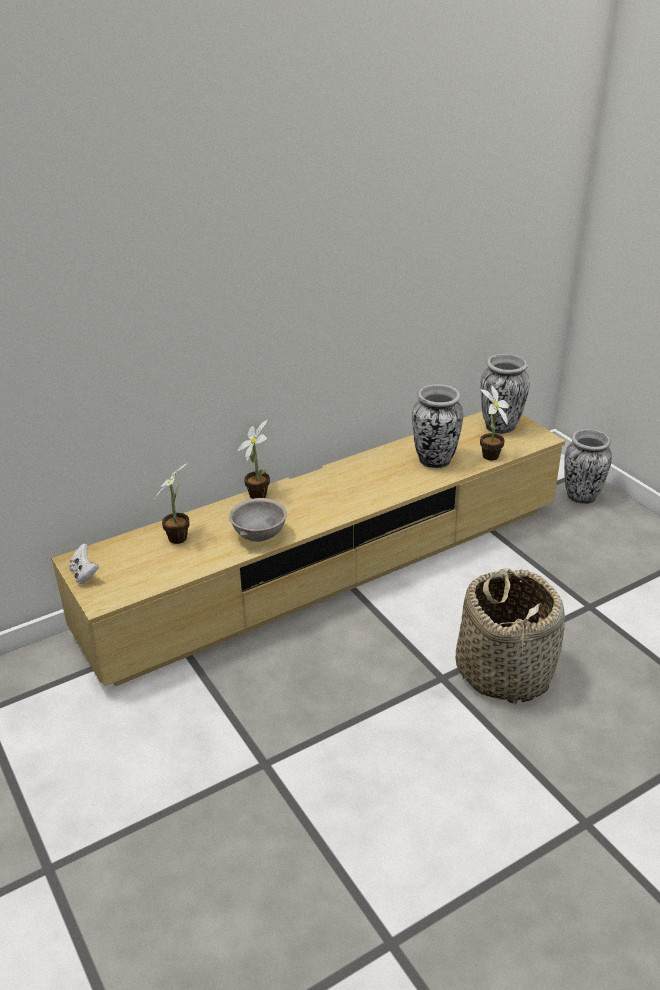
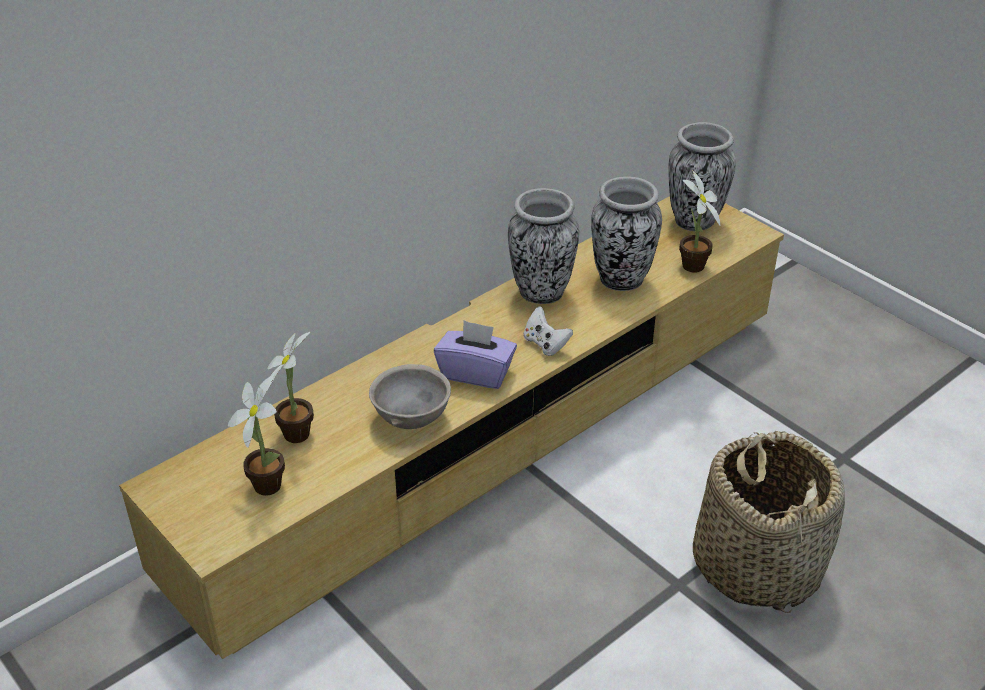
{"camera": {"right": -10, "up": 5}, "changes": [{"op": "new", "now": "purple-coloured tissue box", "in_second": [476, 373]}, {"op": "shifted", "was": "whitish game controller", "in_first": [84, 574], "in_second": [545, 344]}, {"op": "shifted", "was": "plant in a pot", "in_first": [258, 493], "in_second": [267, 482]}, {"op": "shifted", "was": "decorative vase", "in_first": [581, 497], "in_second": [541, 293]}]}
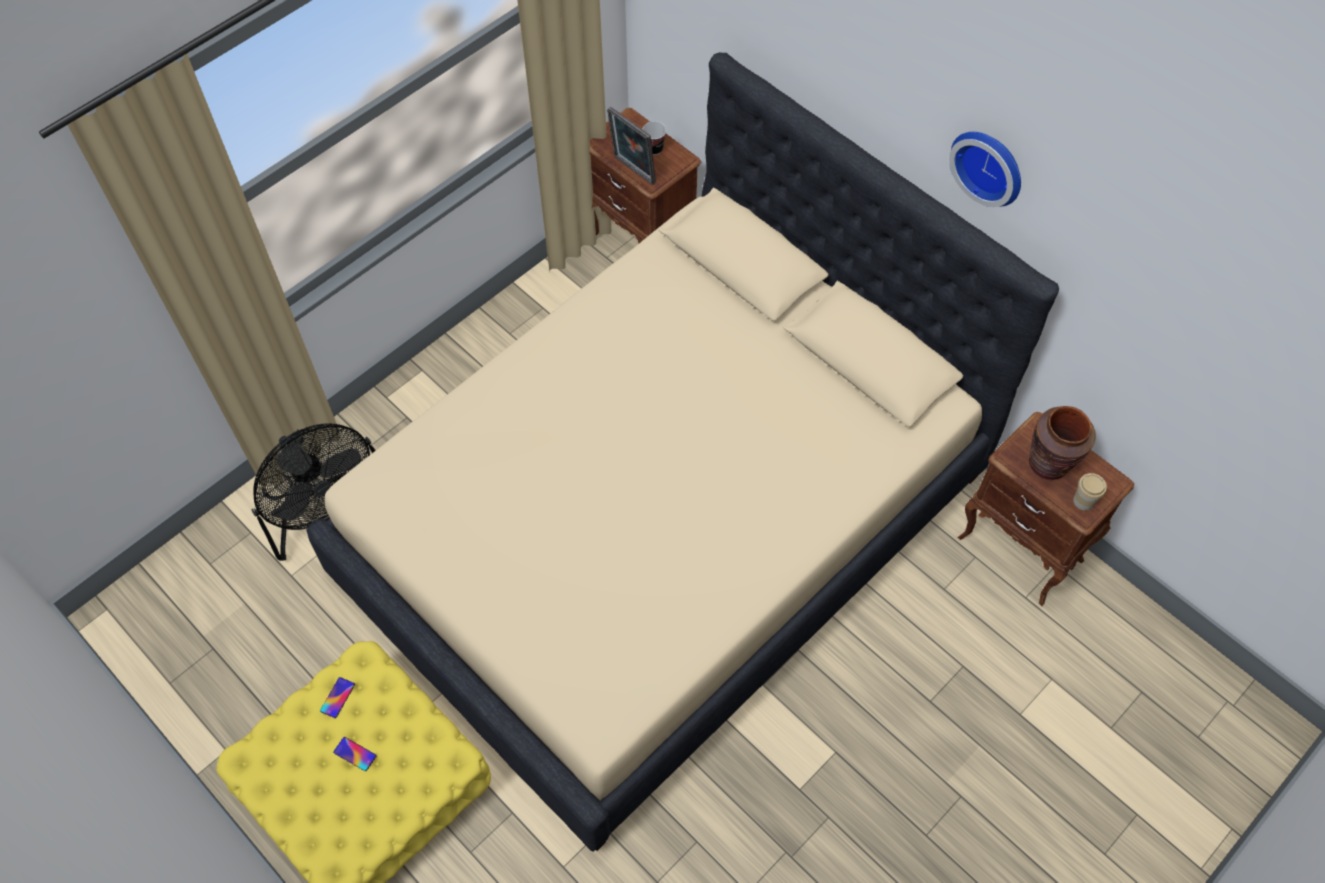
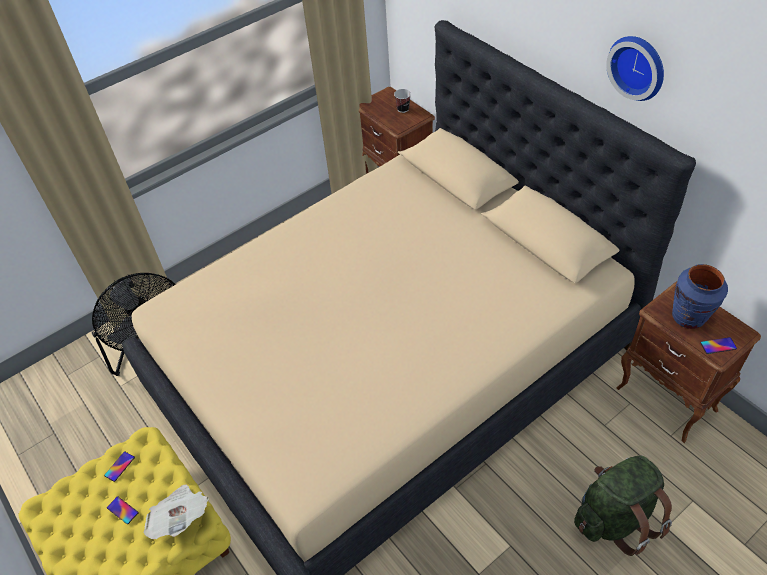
{"camera": {"right": 10, "up": -10}, "changes": [{"op": "gone", "was": "picture frame", "in_first": [632, 171]}, {"op": "new", "now": "printed paper", "in_second": [181, 518]}, {"op": "new", "now": "green-coloured backpack", "in_second": [615, 518]}, {"op": "swapped", "was": "cup", "now": "telephone", "in_first": [1083, 501], "in_second": [718, 345]}, {"op": "repainted", "was": "brown-coloured decorative vase", "now": "bluish decorative vase", "in_first": [1049, 464], "in_second": [689, 317]}]}
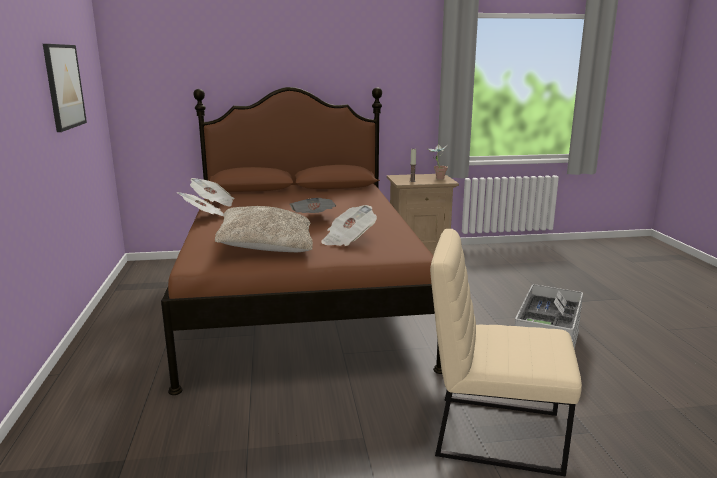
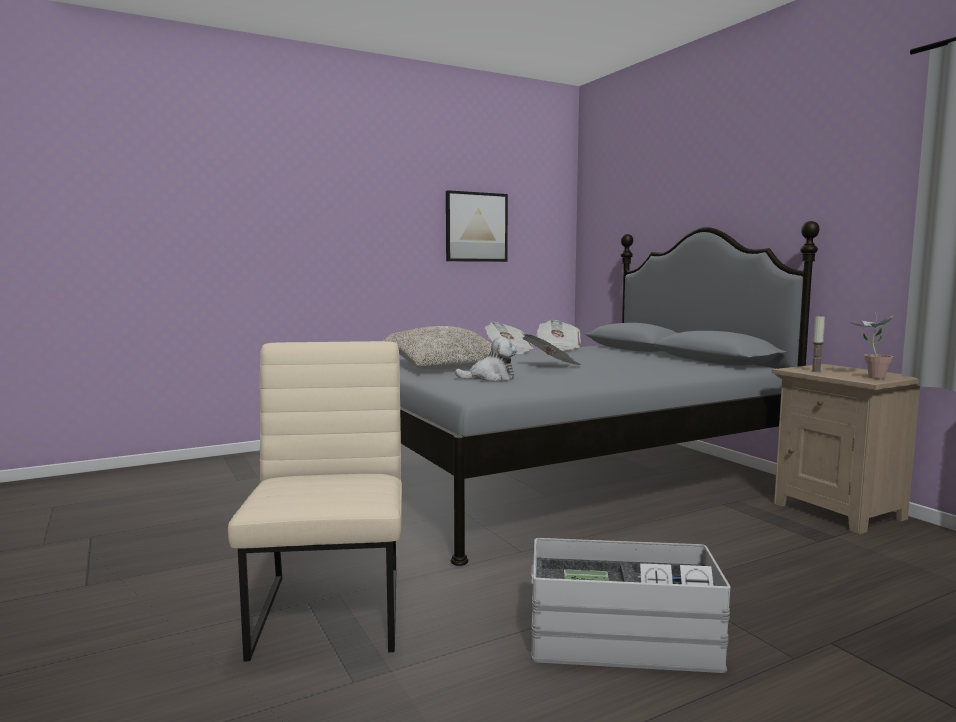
{"camera": {"right": 70, "up": -10}, "changes": [{"op": "swapped", "was": "printed paper", "now": "soft toy", "in_first": [348, 240], "in_second": [490, 378]}, {"op": "repainted", "was": "brown-coloured bed", "now": "greyish bed", "in_first": [302, 303], "in_second": [565, 478]}]}
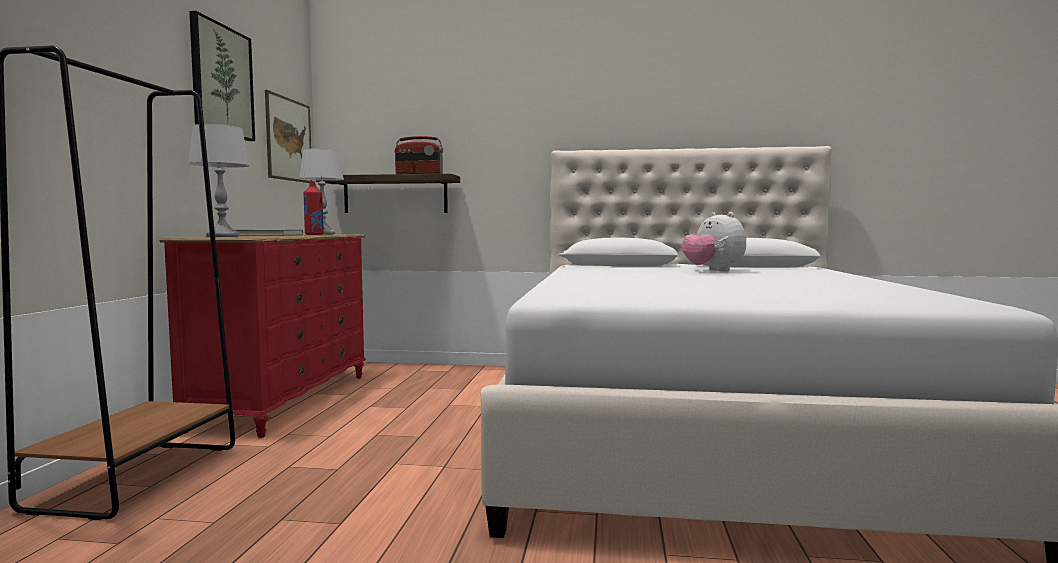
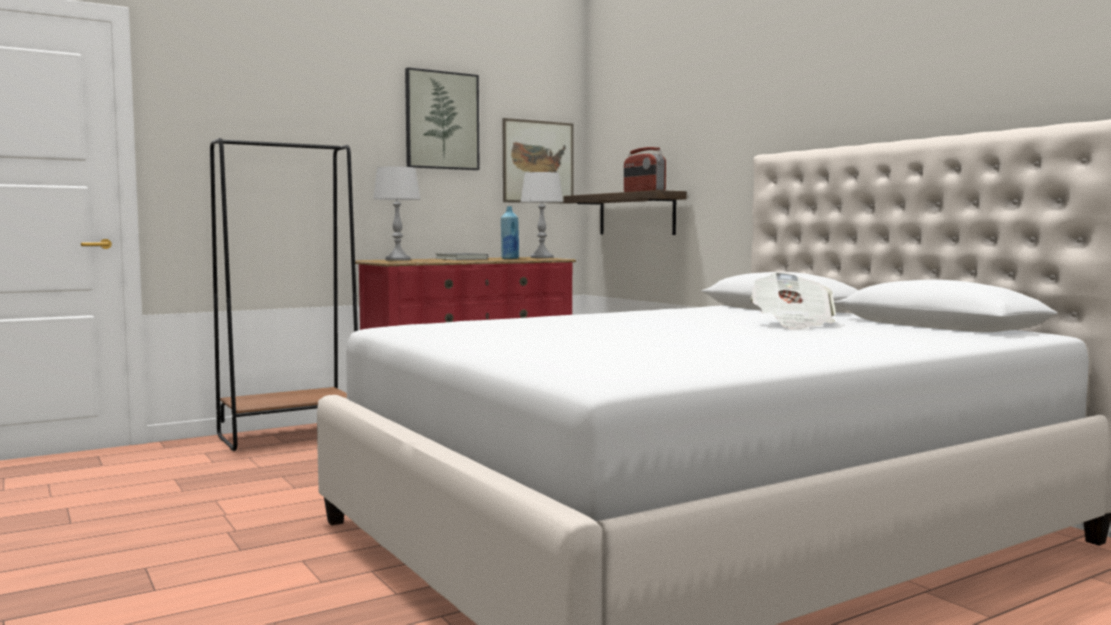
{"camera": {"right": 50, "up": 0}, "changes": [{"op": "swapped", "was": "soft toy", "now": "printed paper", "in_first": [713, 271], "in_second": [792, 324]}, {"op": "repainted", "was": "red-coloured bottle", "now": "bluish bottle", "in_first": [314, 234], "in_second": [509, 258]}]}
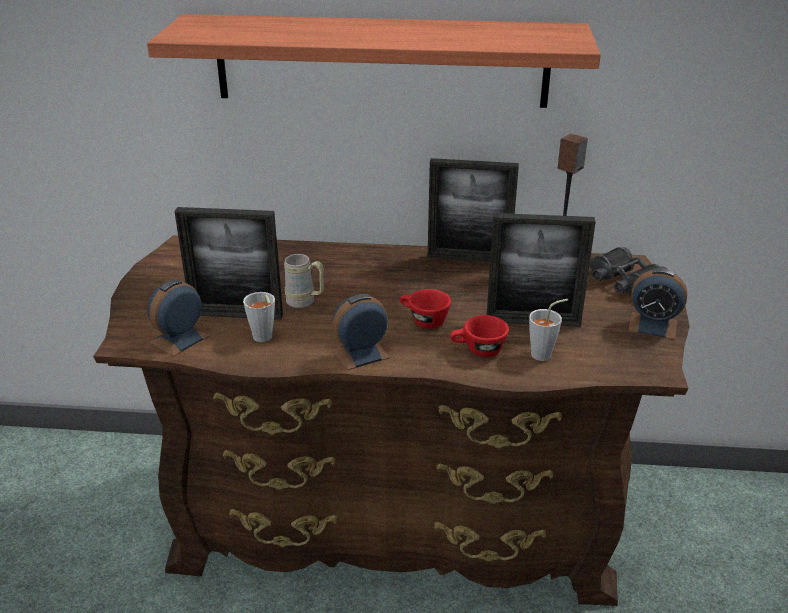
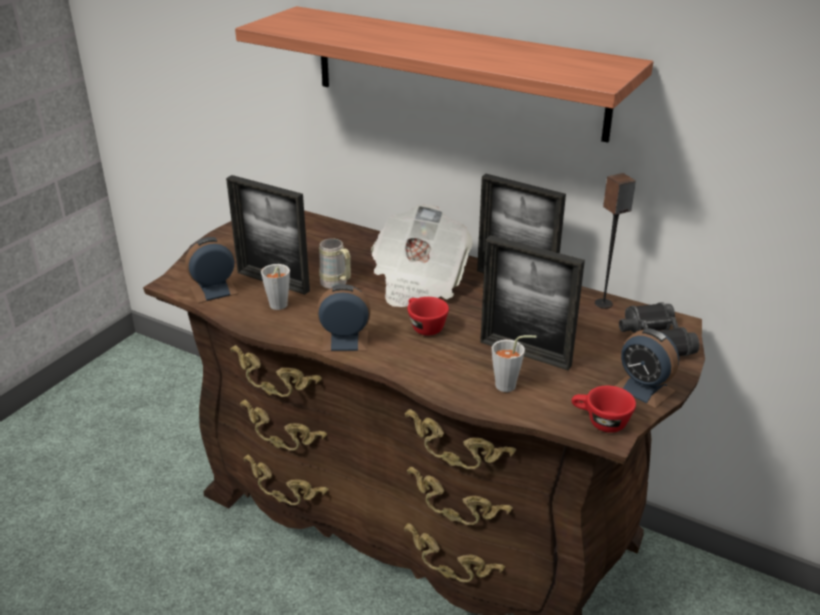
{"camera": {"right": 25, "up": 0}, "changes": [{"op": "new", "now": "printed paper", "in_second": [418, 281]}, {"op": "shifted", "was": "red-coloured cup", "in_first": [478, 350], "in_second": [600, 422]}]}
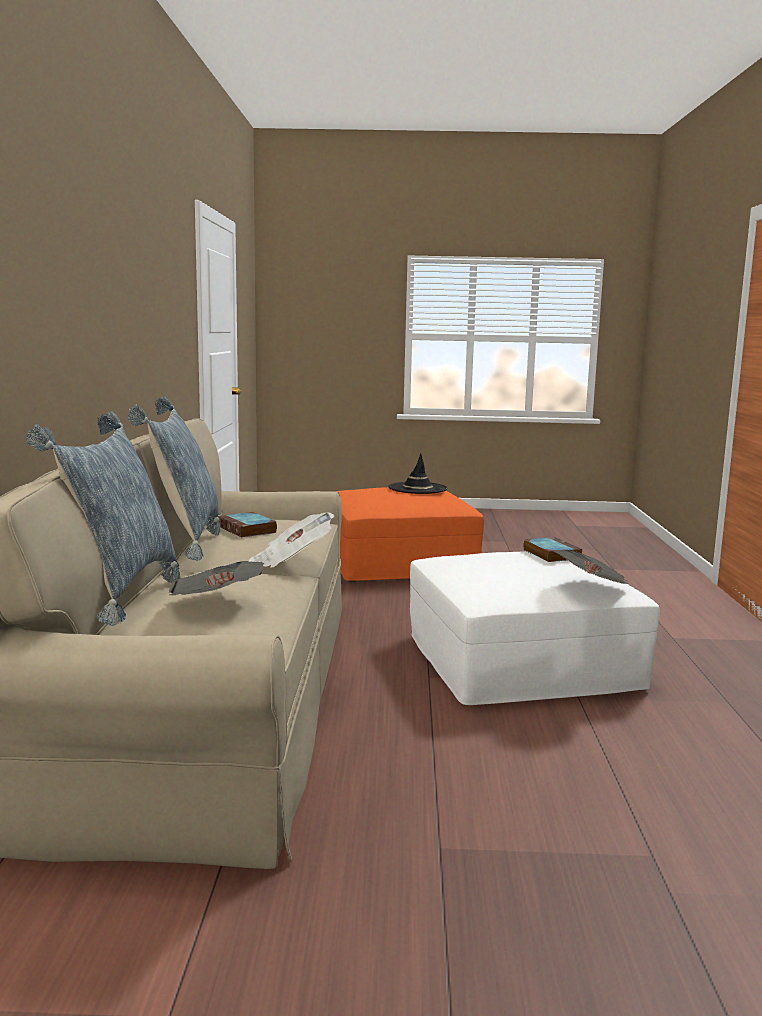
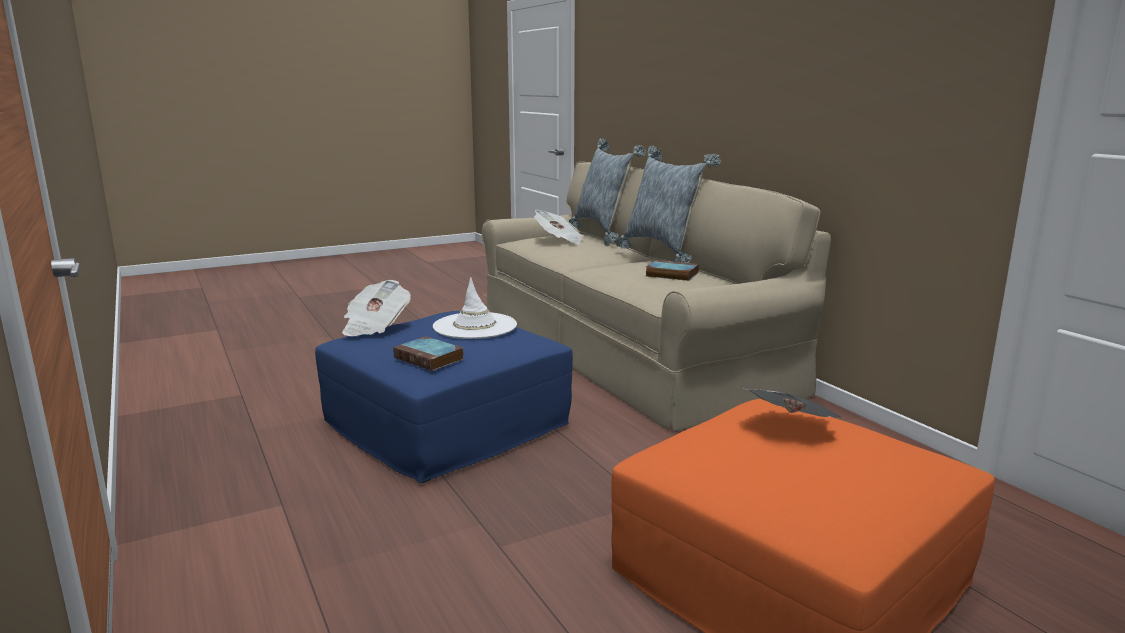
{"camera": {"right": 150, "up": 5}, "changes": [{"op": "gone", "was": "blackish hat", "in_first": [417, 488]}, {"op": "new", "now": "whitish hat", "in_second": [475, 326]}, {"op": "shifted", "was": "printed paper", "in_first": [291, 562], "in_second": [792, 428]}, {"op": "repainted", "was": "whitish ottoman", "now": "bluish ottoman", "in_first": [522, 661], "in_second": [445, 425]}]}
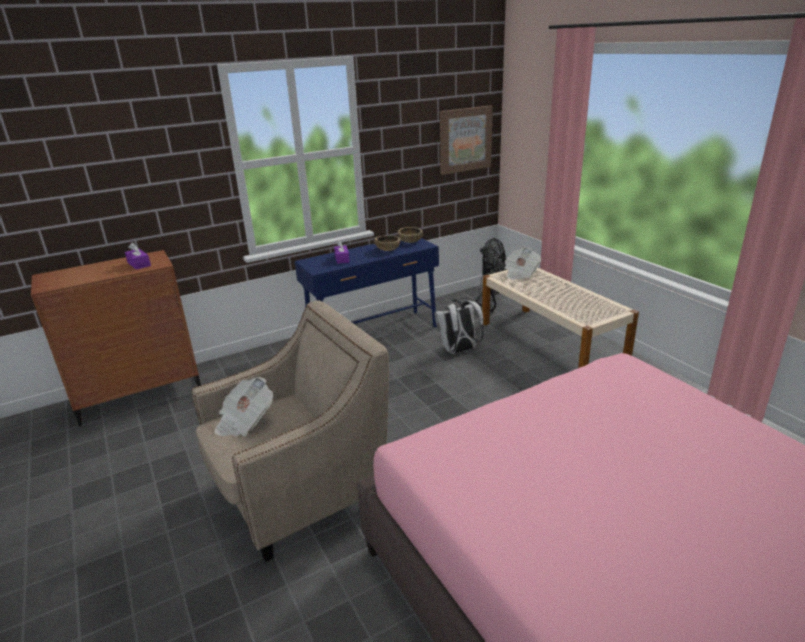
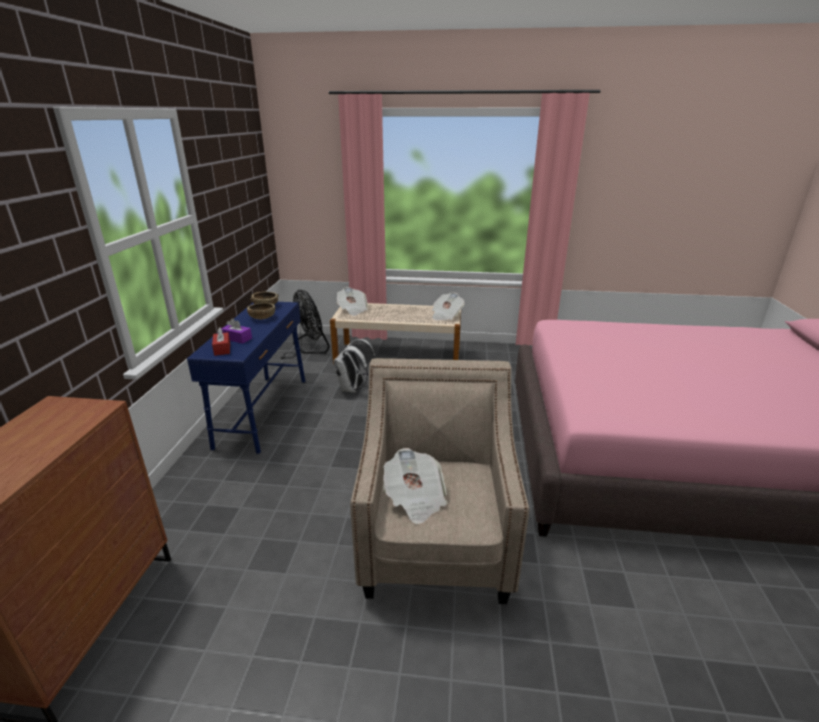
{"camera": {"right": -55, "up": 0}, "changes": [{"op": "gone", "was": "purple-coloured tissue box", "in_first": [139, 264]}, {"op": "gone", "was": "wall art", "in_first": [465, 139]}, {"op": "new", "now": "red-coloured tissue box", "in_second": [222, 349]}, {"op": "new", "now": "printed paper", "in_second": [446, 315]}]}
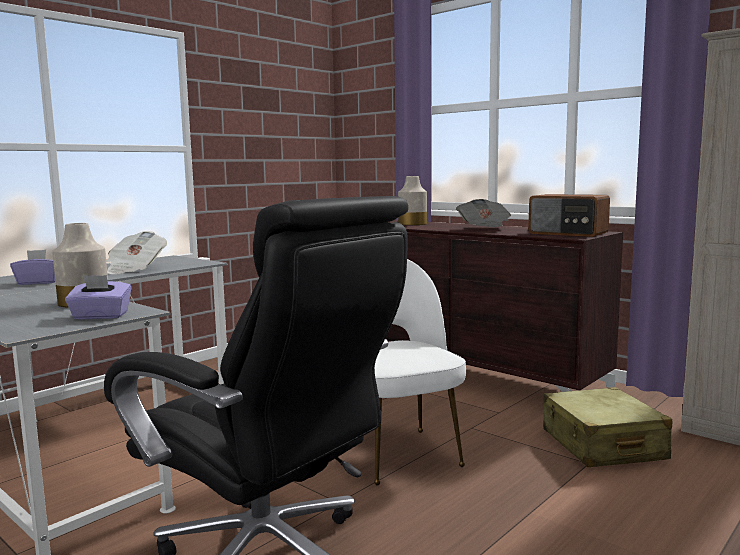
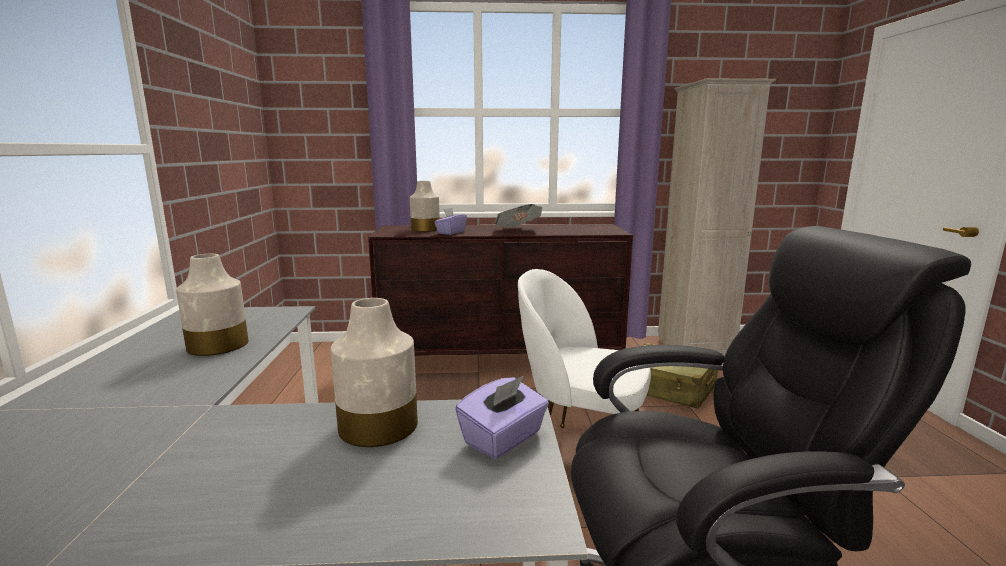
{"camera": {"right": -45, "up": 5}, "changes": [{"op": "gone", "was": "radio", "in_first": [568, 233]}, {"op": "shifted", "was": "purple-coloured tissue box", "in_first": [38, 282], "in_second": [450, 232]}, {"op": "swapped", "was": "printed paper", "now": "beige decorative vase", "in_first": [135, 269], "in_second": [218, 345]}]}
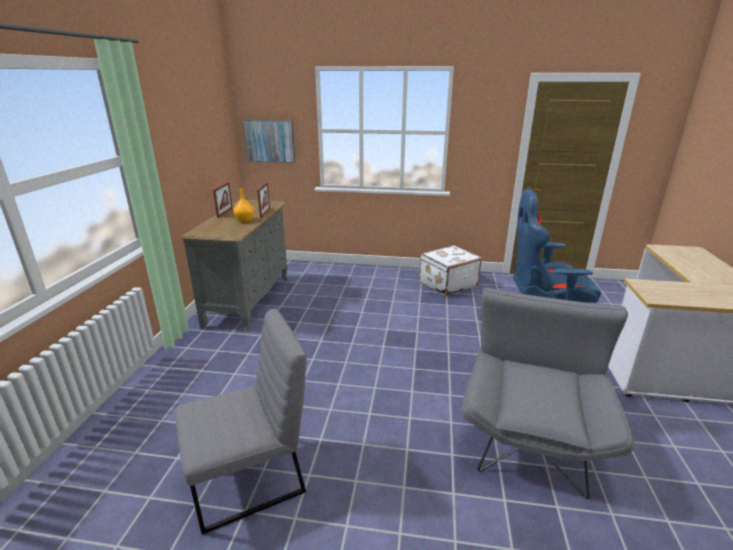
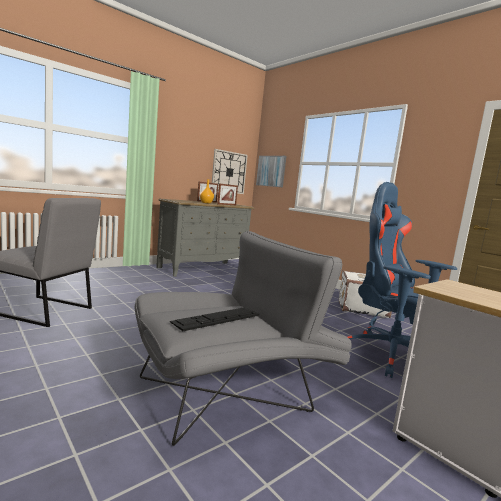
{"camera": {"right": 40, "up": -15}, "changes": [{"op": "new", "now": "computer keyboard", "in_second": [217, 318]}, {"op": "new", "now": "clock on the wall", "in_second": [229, 172]}]}
